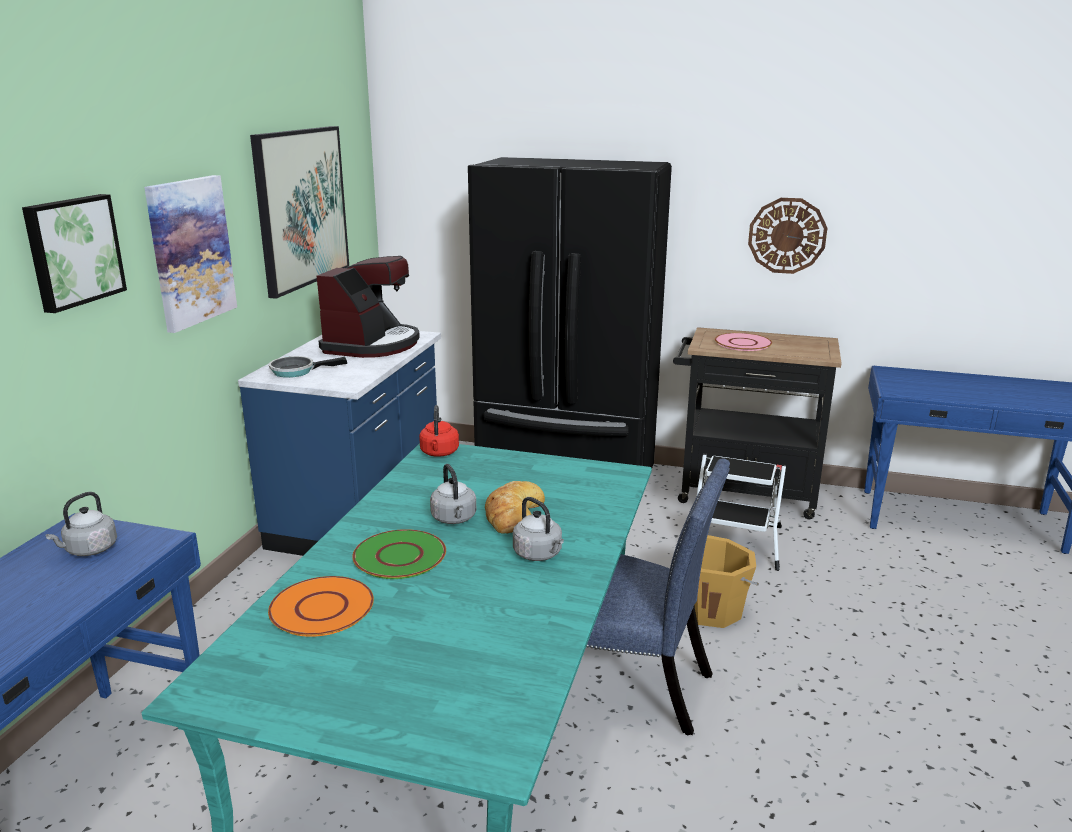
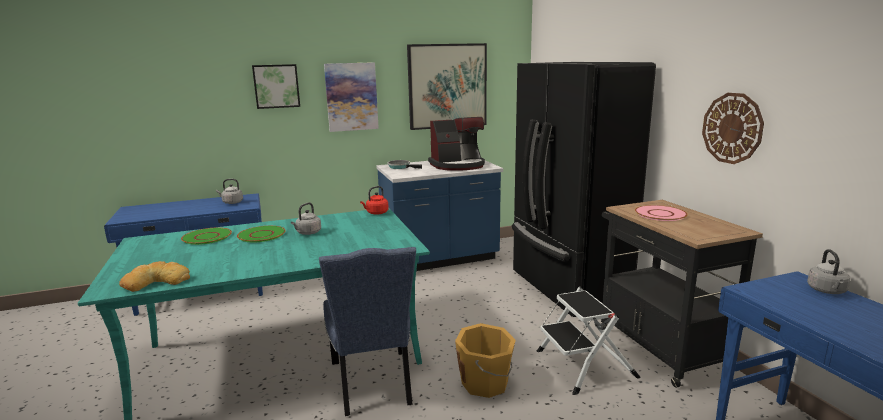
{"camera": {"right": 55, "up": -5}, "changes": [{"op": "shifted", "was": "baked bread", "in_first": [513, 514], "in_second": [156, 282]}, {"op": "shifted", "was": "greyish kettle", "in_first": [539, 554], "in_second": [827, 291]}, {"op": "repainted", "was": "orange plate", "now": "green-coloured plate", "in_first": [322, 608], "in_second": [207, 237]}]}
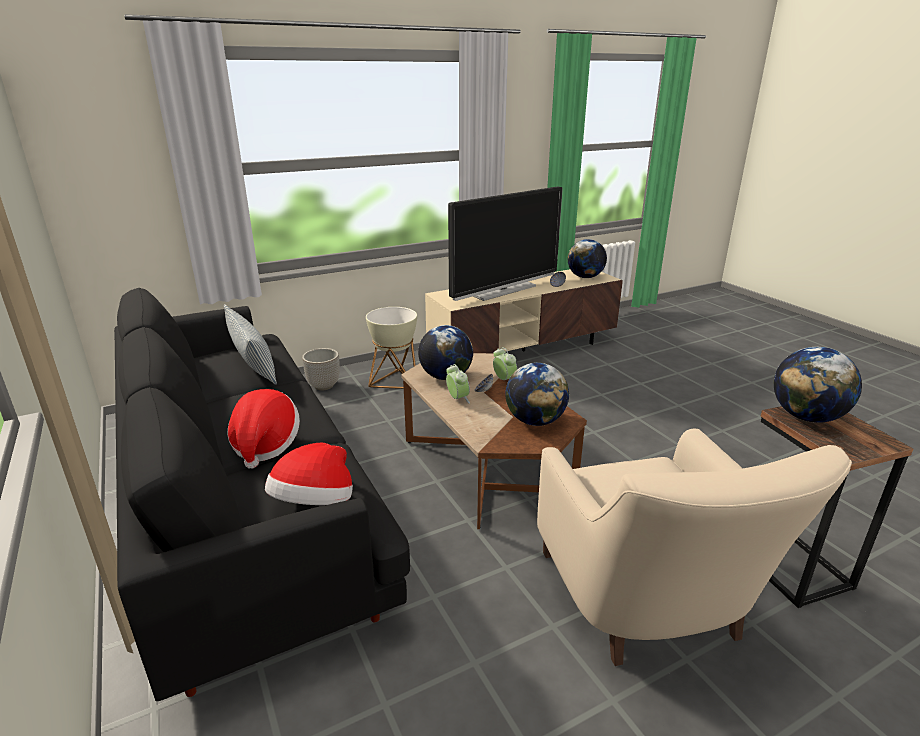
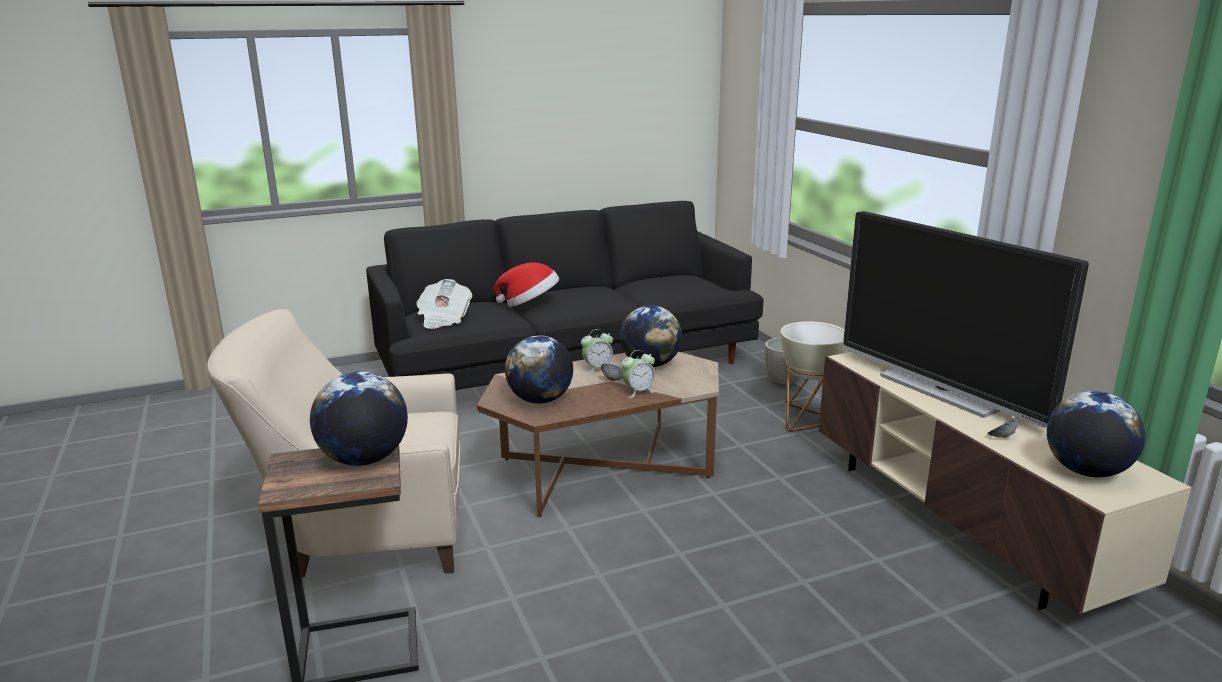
{"camera": {"right": 95, "up": -5}, "changes": [{"op": "gone", "was": "cushion", "in_first": [253, 365]}, {"op": "swapped", "was": "hat", "now": "printed paper", "in_first": [315, 504], "in_second": [443, 319]}]}
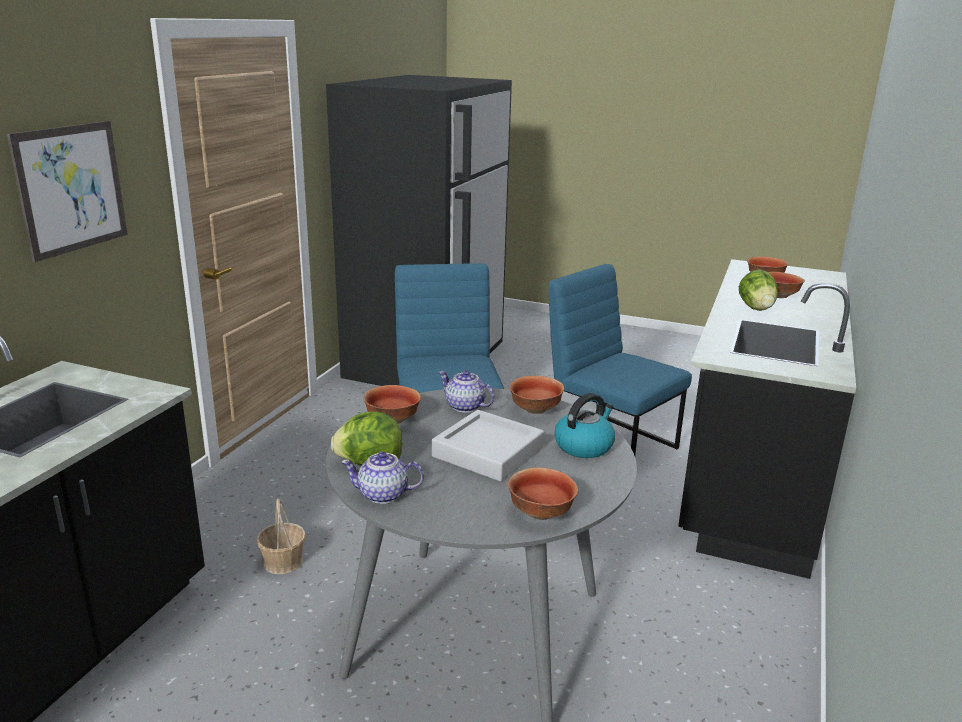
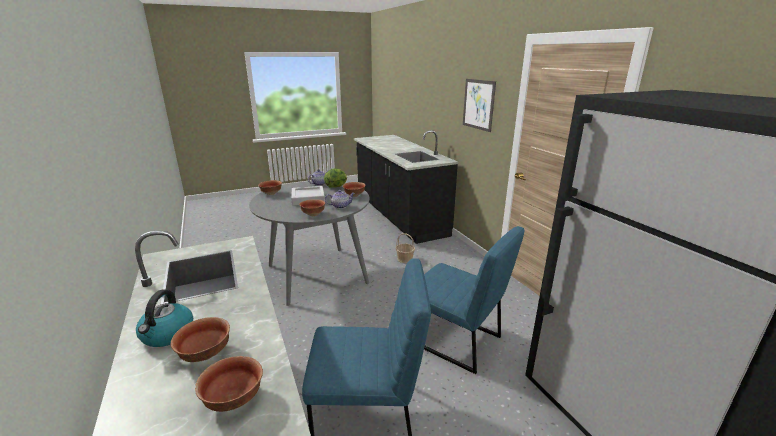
{"camera": {"right": 135, "up": 0}, "changes": [{"op": "gone", "was": "lettuce head", "in_first": [756, 308]}, {"op": "shifted", "was": "kettle", "in_first": [584, 446], "in_second": [167, 334]}]}
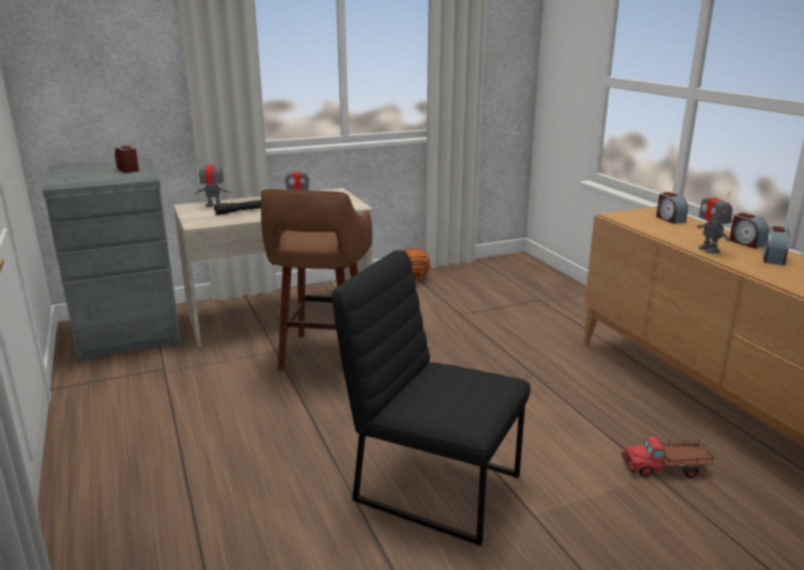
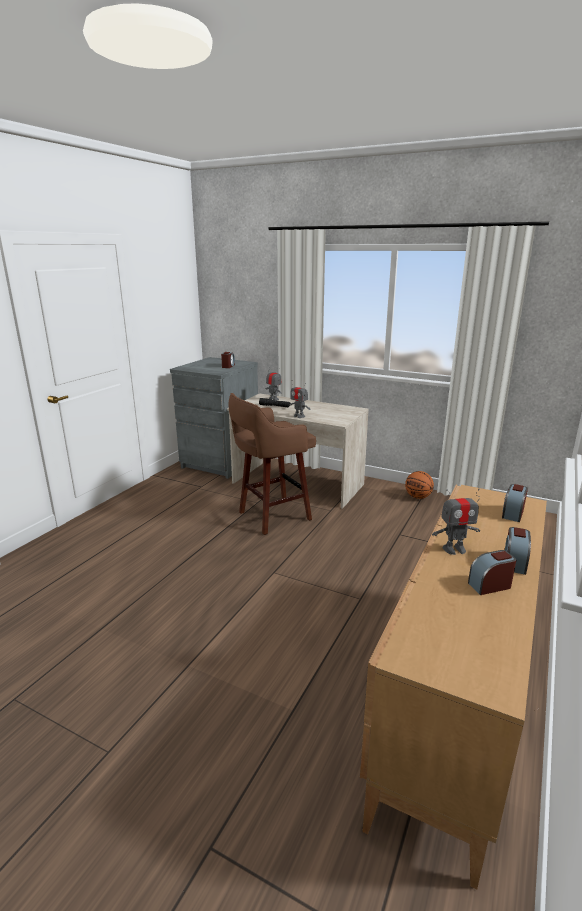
{"camera": {"right": 50, "up": 0}, "changes": [{"op": "gone", "was": "blackish chair", "in_first": [433, 485]}, {"op": "gone", "was": "toy truck", "in_first": [666, 468]}, {"op": "rotated", "was": "model robot", "in_first": [709, 250], "in_second": [454, 549], "clockwise": -135}]}
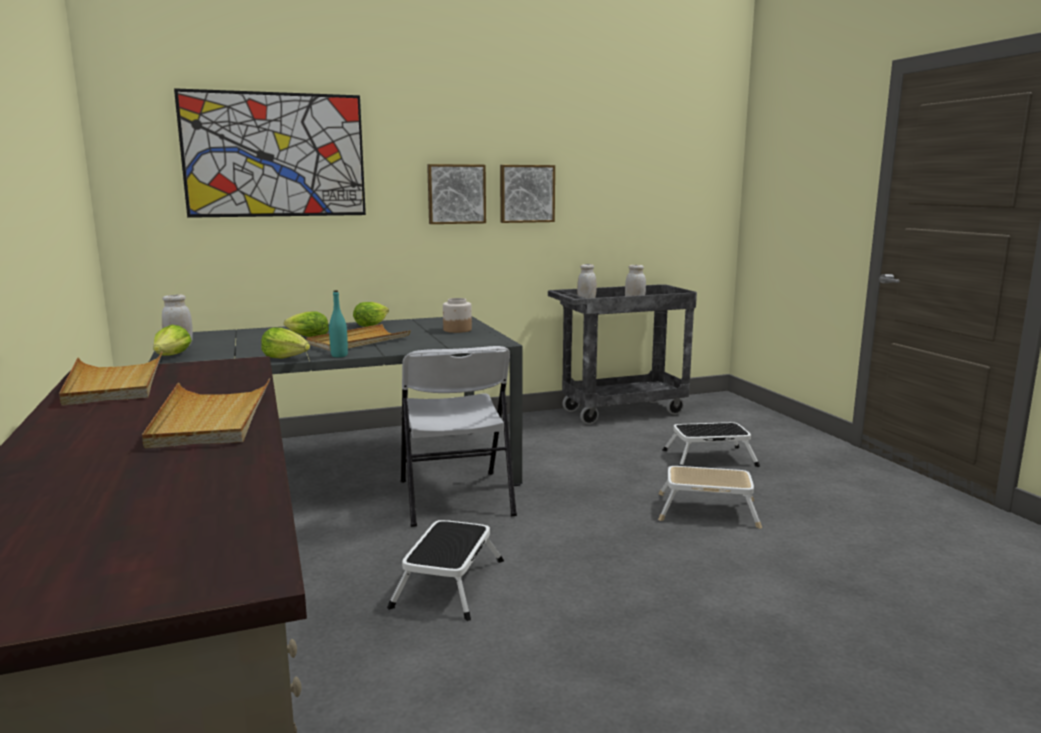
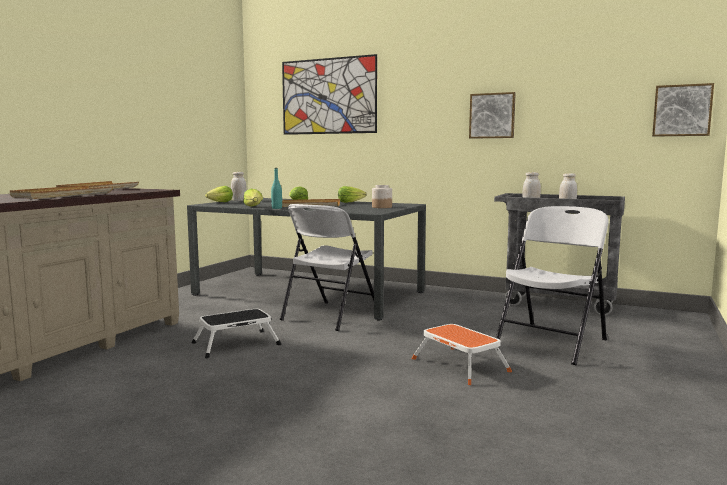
{"camera": {"right": 45, "up": -5}, "changes": [{"op": "shifted", "was": "wall art", "in_first": [456, 194], "in_second": [682, 110]}, {"op": "swapped", "was": "blackish step ladder", "now": "whitish chair", "in_first": [710, 458], "in_second": [551, 343]}, {"op": "repainted", "was": "beige step ladder", "now": "orange step ladder", "in_first": [707, 510], "in_second": [459, 365]}]}
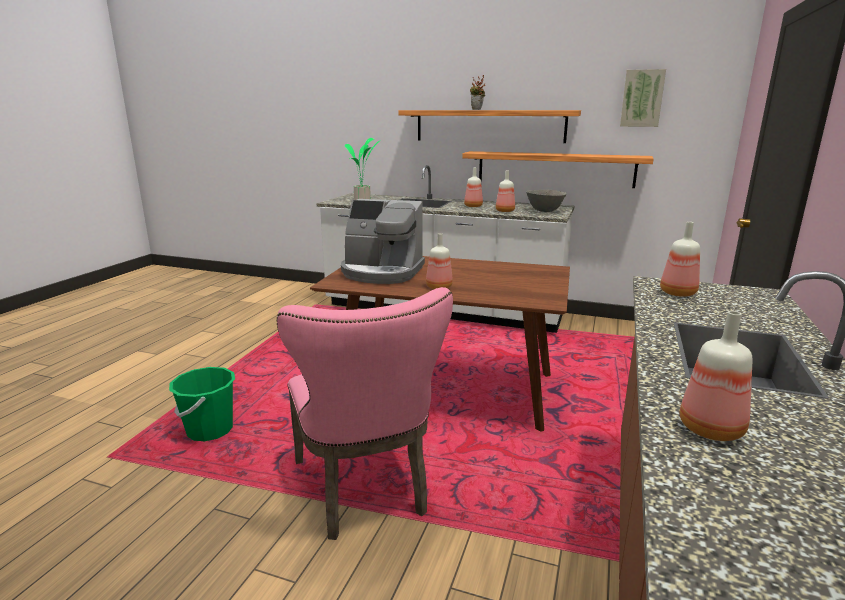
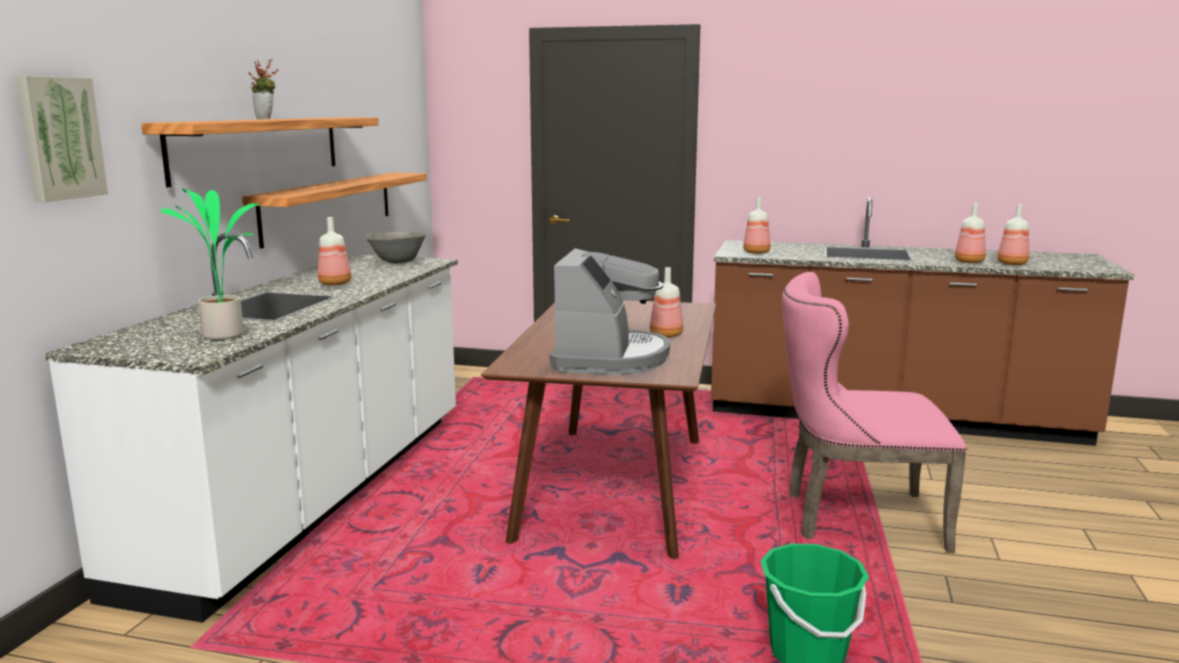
{"camera": {"right": -95, "up": -5}, "changes": [{"op": "shifted", "was": "bottle", "in_first": [504, 211], "in_second": [1011, 263]}, {"op": "shifted", "was": "wall art", "in_first": [642, 98], "in_second": [59, 138]}, {"op": "rotated", "was": "pink chair", "in_first": [365, 491], "in_second": [853, 518], "clockwise": -150}]}
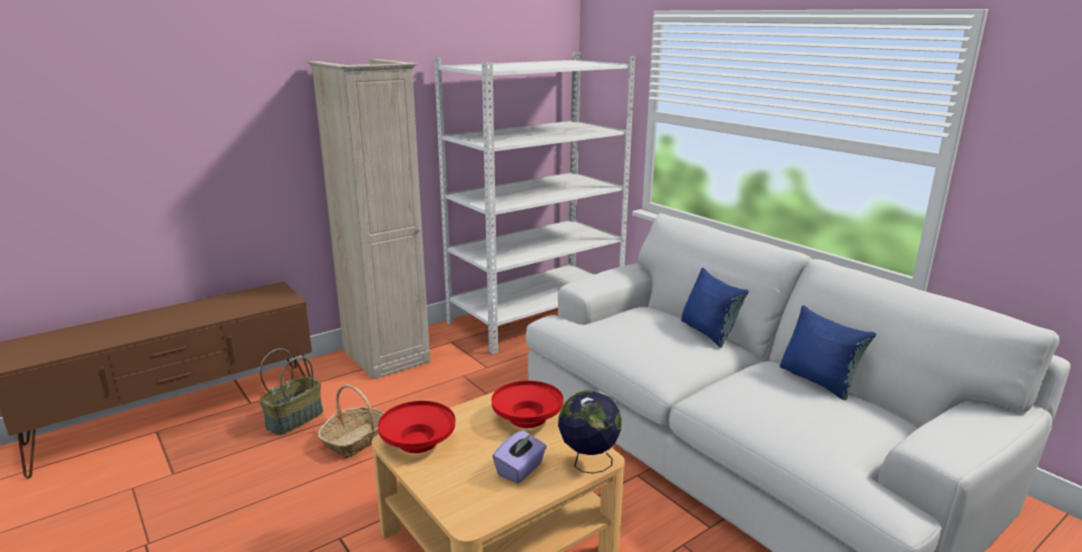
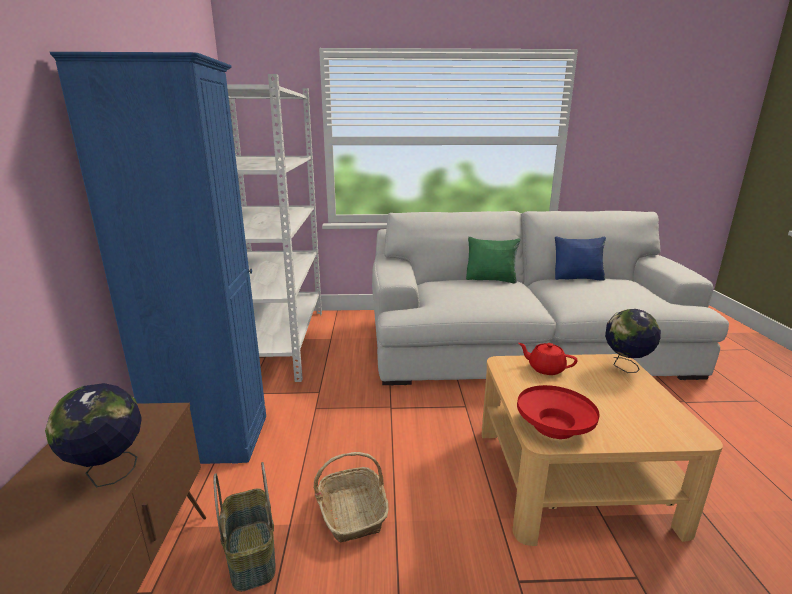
{"camera": {"right": -55, "up": 0}, "changes": [{"op": "gone", "was": "purple-coloured tissue box", "in_first": [520, 470]}, {"op": "new", "now": "desk globe", "in_second": [109, 473]}, {"op": "swapped", "was": "red-coloured deep dish", "now": "red-coloured tea pot", "in_first": [527, 417], "in_second": [545, 368]}, {"op": "repainted", "was": "beige storage cabinet", "now": "bluish storage cabinet", "in_first": [387, 356], "in_second": [214, 438]}, {"op": "repainted", "was": "bluish cushion", "now": "green-coloured cushion", "in_first": [708, 333], "in_second": [491, 279]}]}
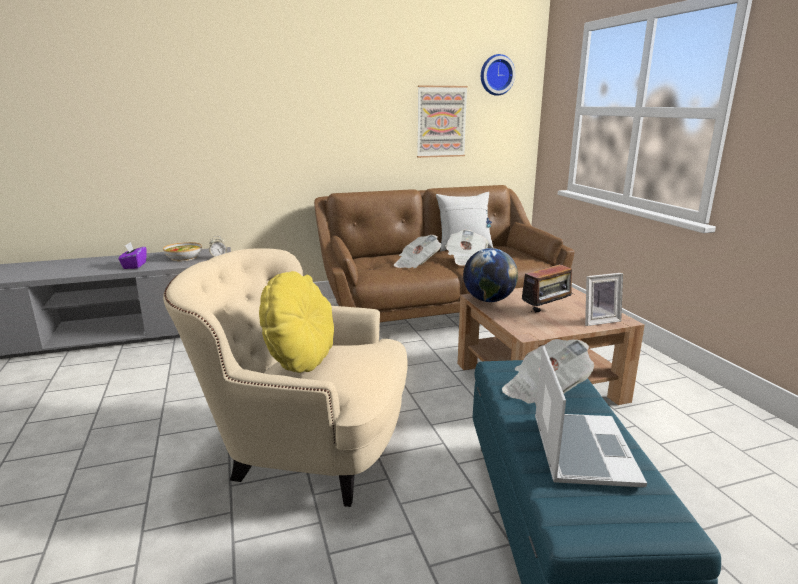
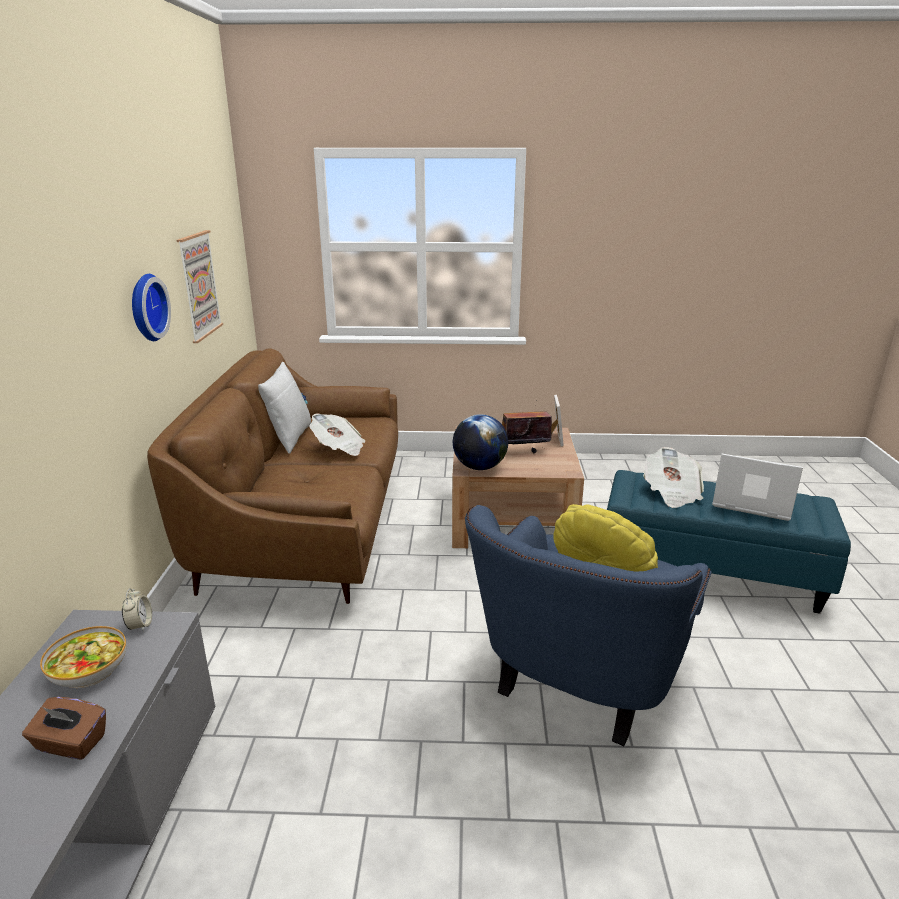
{"camera": {"right": -70, "up": 5}, "changes": [{"op": "gone", "was": "printed paper", "in_first": [416, 264]}, {"op": "shifted", "was": "clock on the wall", "in_first": [496, 75], "in_second": [145, 307]}, {"op": "repainted", "was": "purple-coloured tissue box", "now": "brown-coloured tissue box", "in_first": [134, 265], "in_second": [70, 744]}, {"op": "repainted", "was": "beige lounge chair", "now": "bluish lounge chair", "in_first": [305, 449], "in_second": [579, 681]}, {"op": "rotated", "was": "radio", "in_first": [546, 312], "in_second": [524, 452], "clockwise": -90}]}
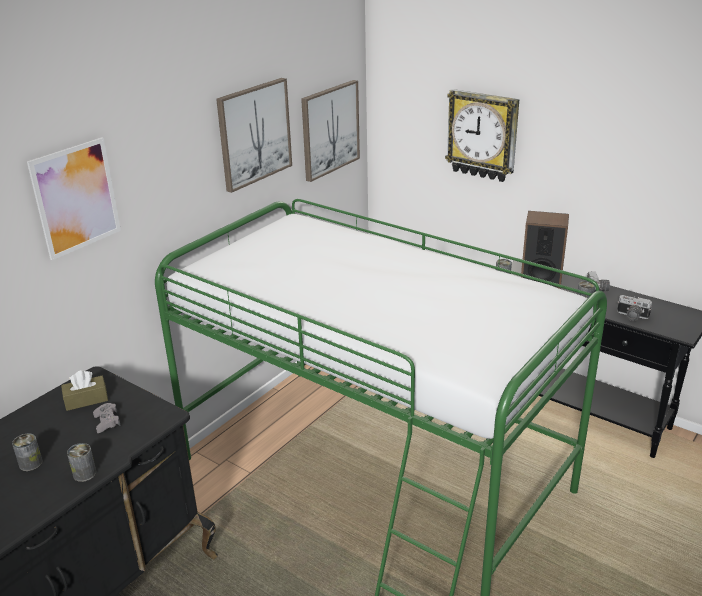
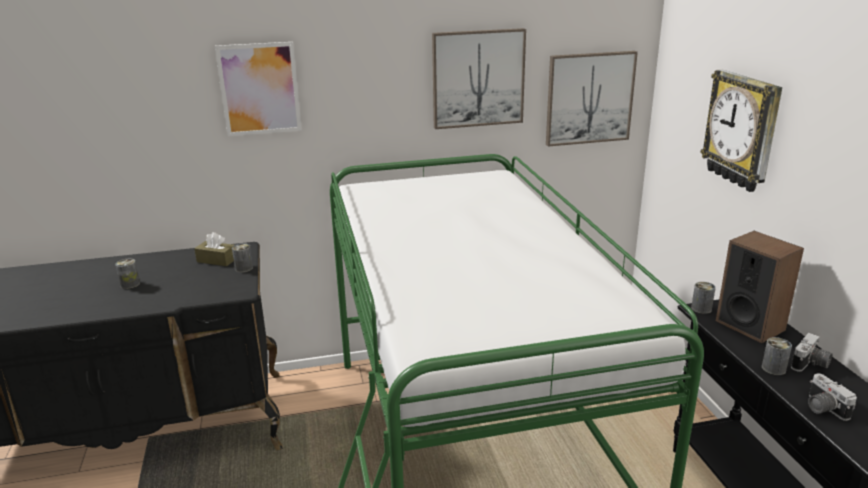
{"camera": {"right": 40, "up": -5}, "changes": [{"op": "gone", "was": "greyish game controller", "in_first": [107, 421]}, {"op": "shifted", "was": "can", "in_first": [84, 473], "in_second": [244, 268]}]}
